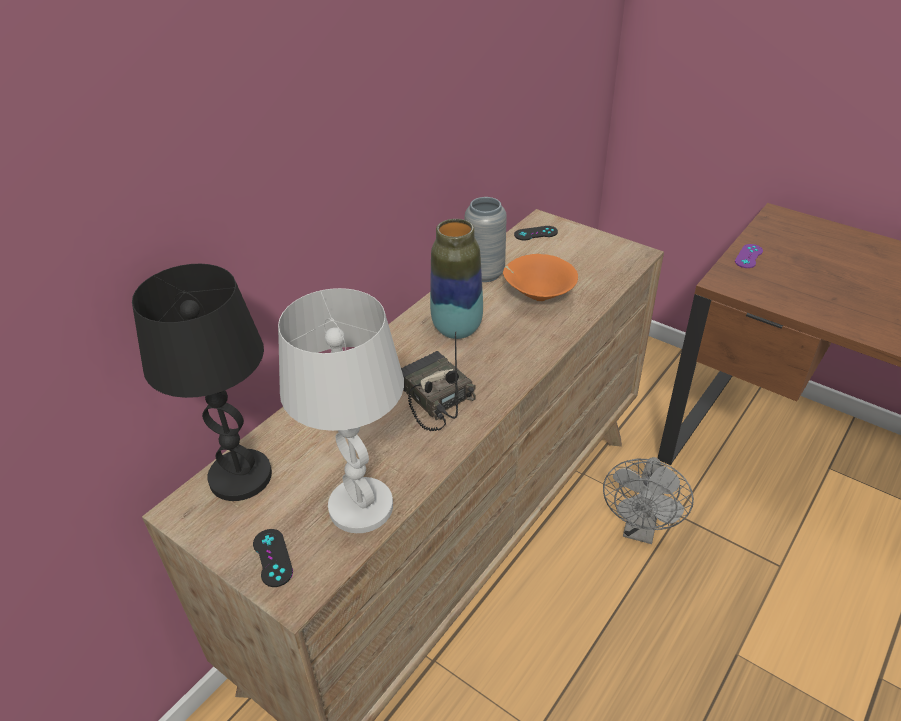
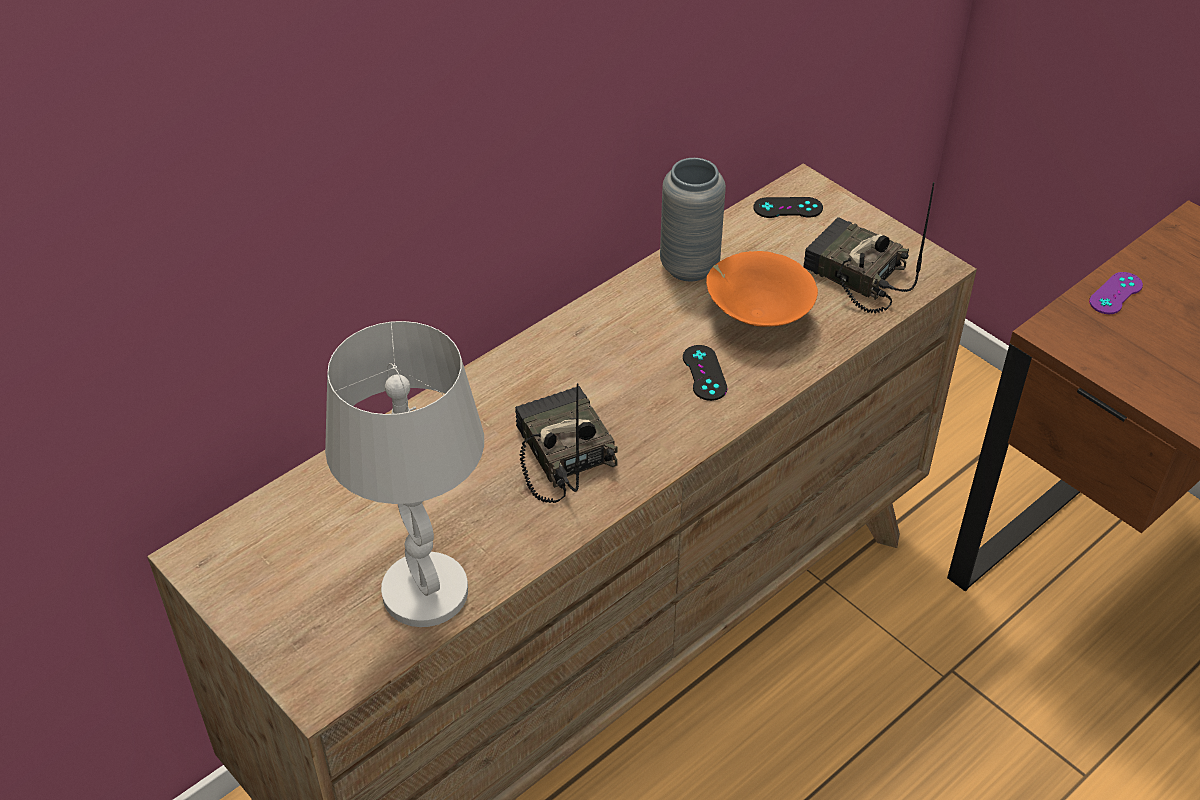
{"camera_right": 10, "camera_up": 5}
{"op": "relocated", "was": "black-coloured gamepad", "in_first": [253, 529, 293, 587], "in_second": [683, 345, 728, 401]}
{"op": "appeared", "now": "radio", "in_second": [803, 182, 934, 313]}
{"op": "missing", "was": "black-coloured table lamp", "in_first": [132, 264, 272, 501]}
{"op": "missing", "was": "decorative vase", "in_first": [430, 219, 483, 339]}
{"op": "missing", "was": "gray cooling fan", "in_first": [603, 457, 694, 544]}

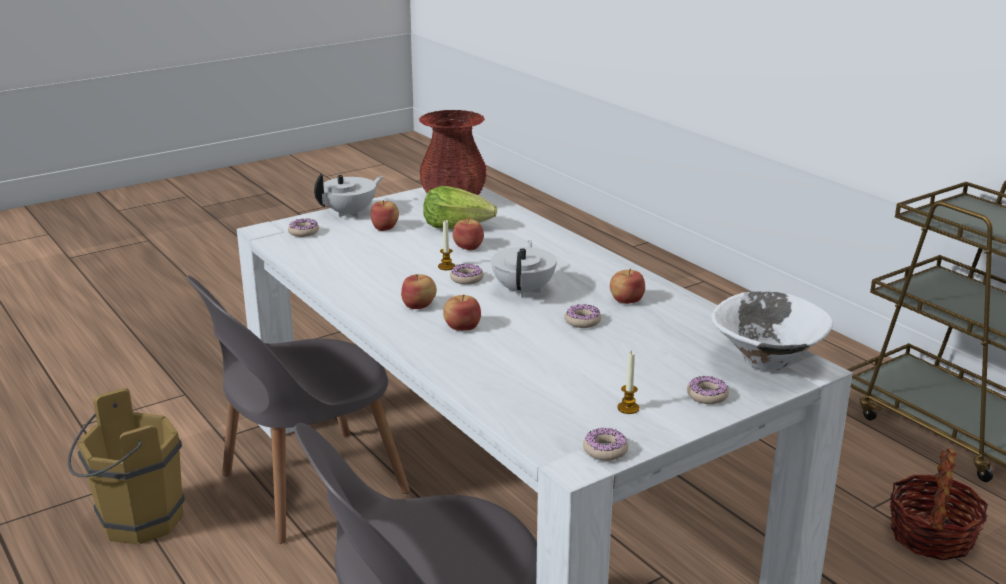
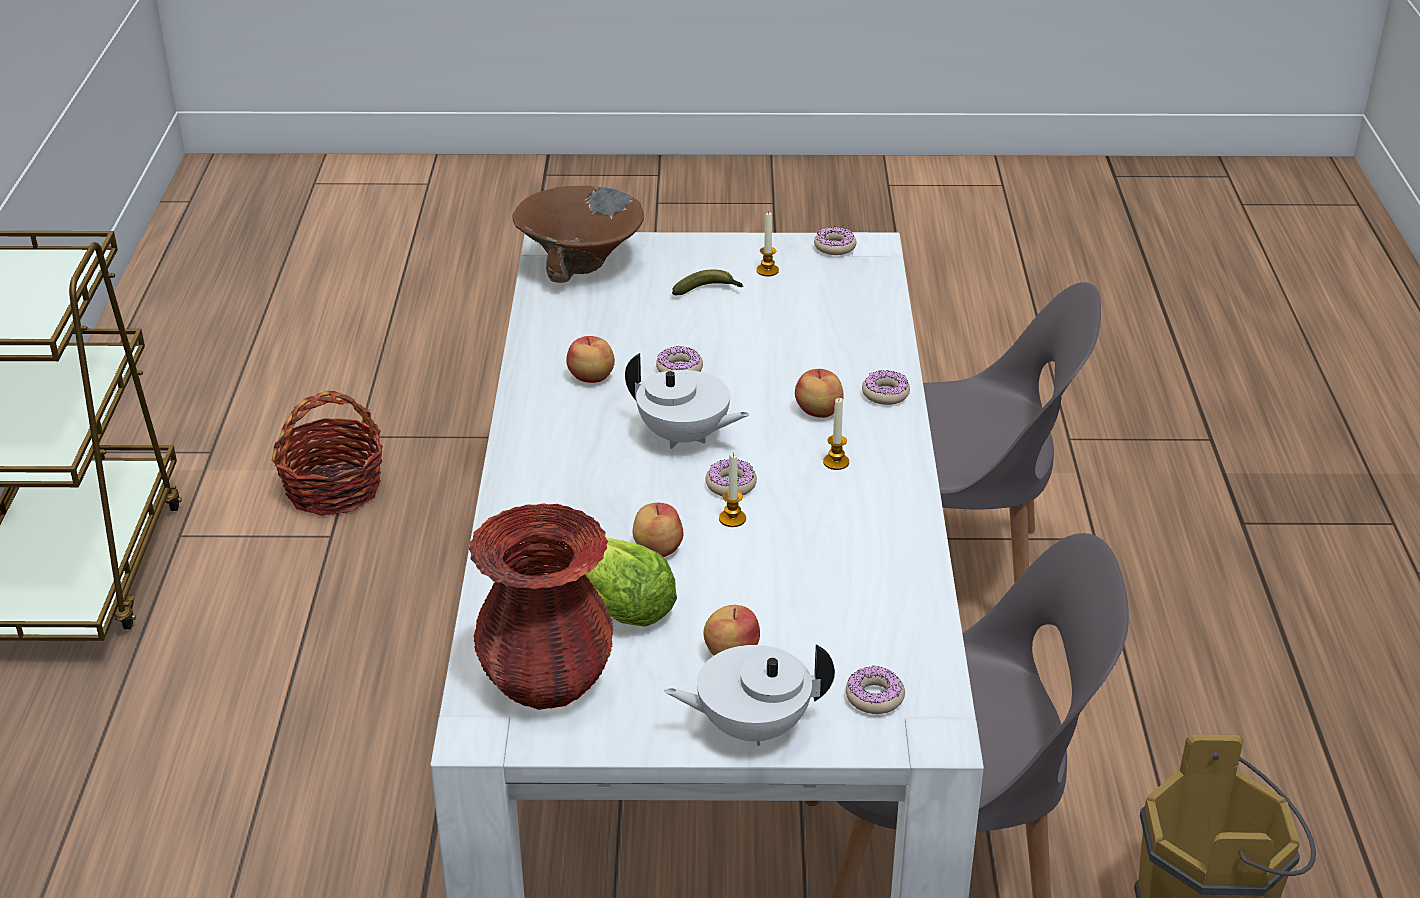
{"camera_right": -145, "camera_up": 10}
{"op": "colour", "was": "whitish serving bowl", "now": "brown-coloured serving bowl", "in_first": [711, 290, 833, 371], "in_second": [513, 186, 644, 283]}
{"op": "spun", "was": "whitish teapot", "in_first": [491, 240, 557, 298], "in_second": [625, 353, 749, 449], "clockwise": -105}
{"op": "appeared", "now": "whole banana", "in_second": [672, 269, 744, 296]}
{"op": "exchanged", "was": "apple", "now": "candle", "in_first": [401, 274, 437, 309], "in_second": [823, 398, 849, 470]}
{"op": "relocated", "was": "ring doughnut", "in_first": [687, 376, 729, 404], "in_second": [862, 370, 910, 405]}

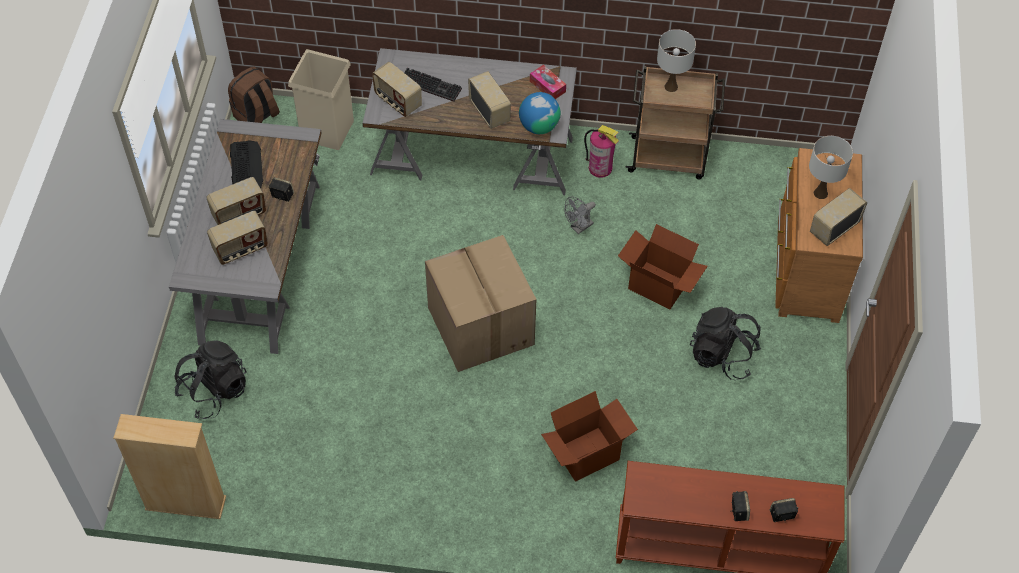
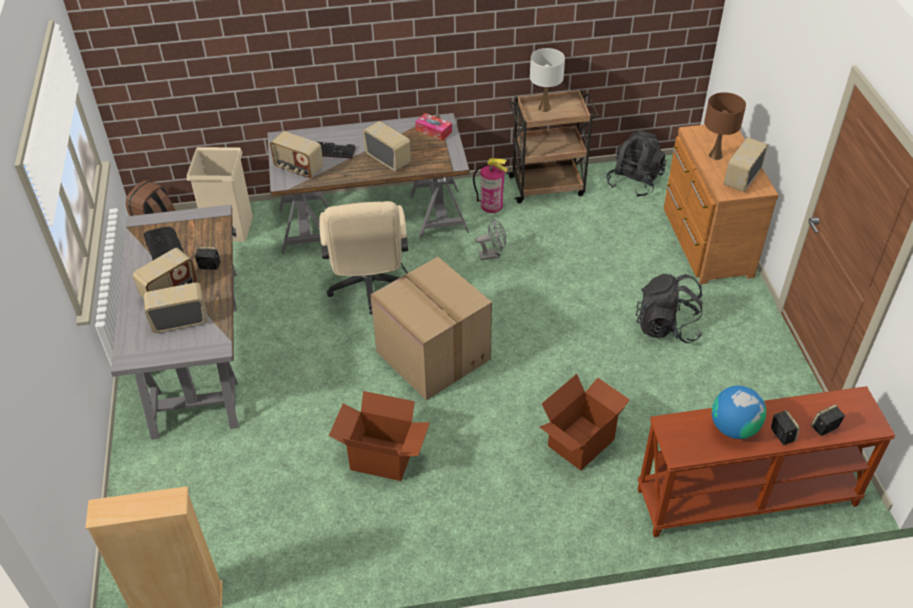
{"camera_right": -15, "camera_up": -10}
{"op": "spun", "was": "radio", "in_first": [207, 211, 268, 265], "in_second": [144, 282, 207, 333], "clockwise": -150}
{"op": "appeared", "now": "sand-coloured computer chair", "in_second": [319, 201, 408, 314]}
{"op": "relocated", "was": "packing box", "in_first": [618, 224, 708, 309], "in_second": [329, 391, 430, 481]}
{"op": "spun", "was": "gray cooling fan", "in_first": [564, 196, 596, 234], "in_second": [475, 218, 506, 260], "clockwise": -135}
{"op": "relocated", "was": "black-coloured backpack", "in_first": [175, 340, 246, 419], "in_second": [606, 129, 666, 197]}
{"op": "colour", "was": "whitish table lamp", "now": "brown-coloured table lamp", "in_first": [809, 136, 853, 199], "in_second": [704, 92, 746, 160]}
{"op": "relocated", "was": "desk globe", "in_first": [519, 92, 561, 134], "in_second": [712, 386, 766, 439]}

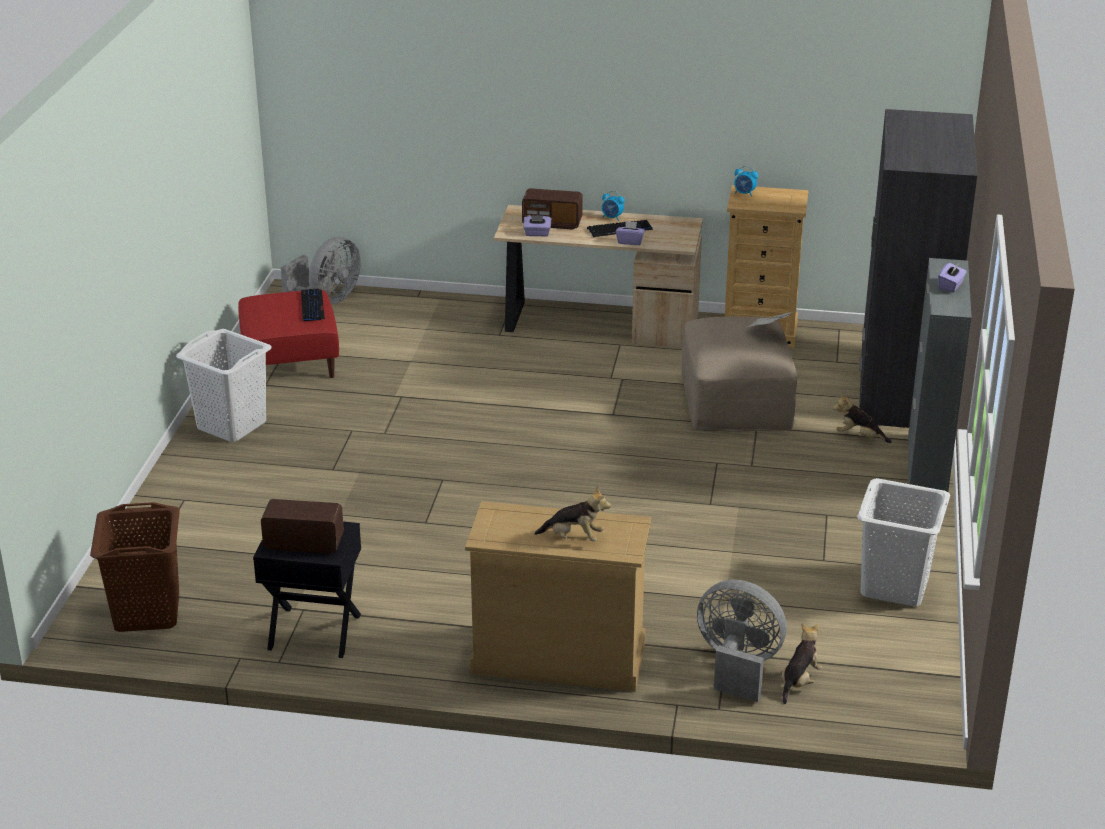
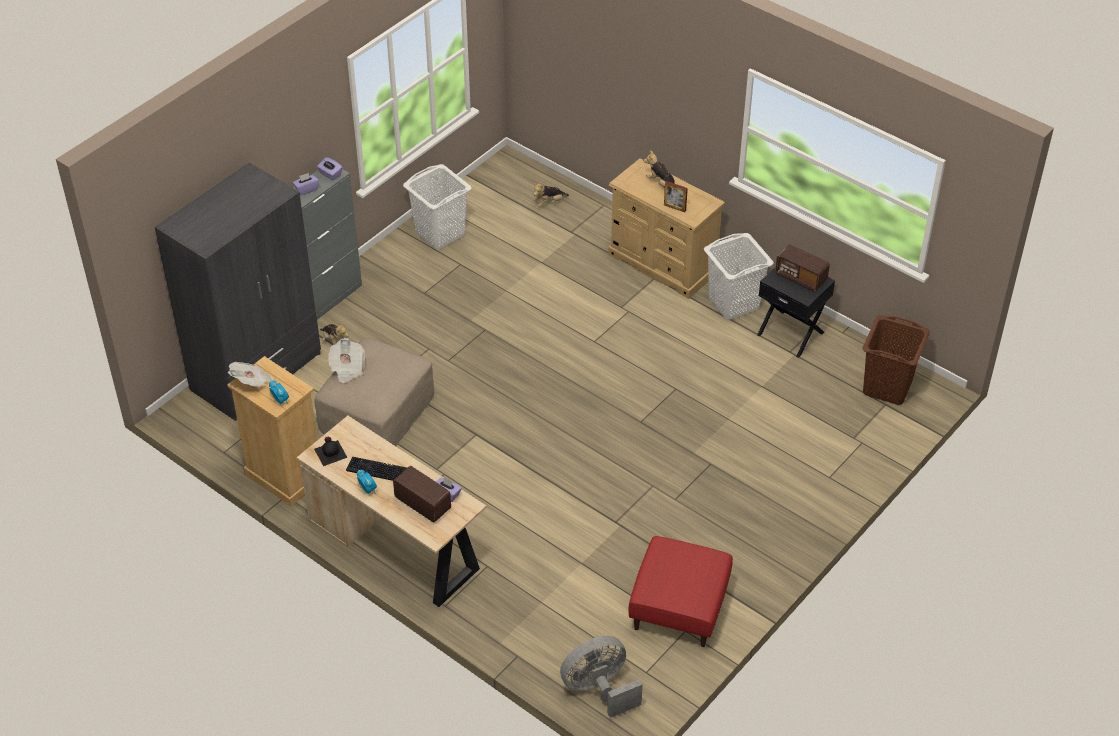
{"camera_right": -150, "camera_up": 15}
{"op": "appeared", "now": "newspaper", "in_second": [228, 362, 274, 387]}
{"op": "appeared", "now": "black-coloured bottle", "in_second": [314, 437, 348, 466]}
{"op": "relocated", "was": "purple box of tissues", "in_first": [616, 221, 645, 245], "in_second": [317, 157, 342, 180]}
{"op": "appeared", "now": "picture frame", "in_second": [664, 181, 688, 212]}
{"op": "relocated", "was": "whitish washing basket", "in_first": [176, 329, 272, 442], "in_second": [704, 233, 774, 319]}
{"op": "missing", "was": "computer keyboard", "in_first": [301, 289, 325, 321]}
{"op": "missing", "was": "gray cooling fan", "in_first": [697, 580, 787, 702]}

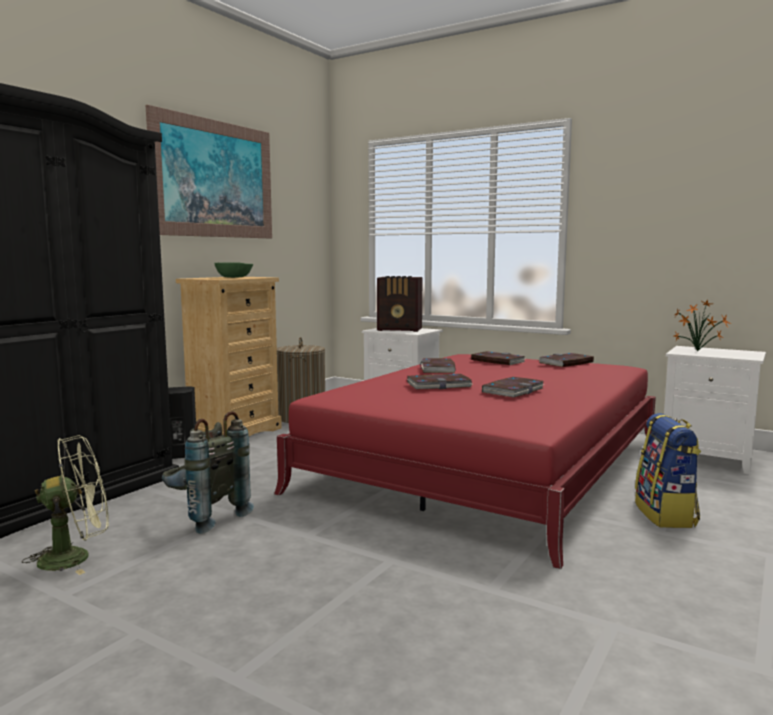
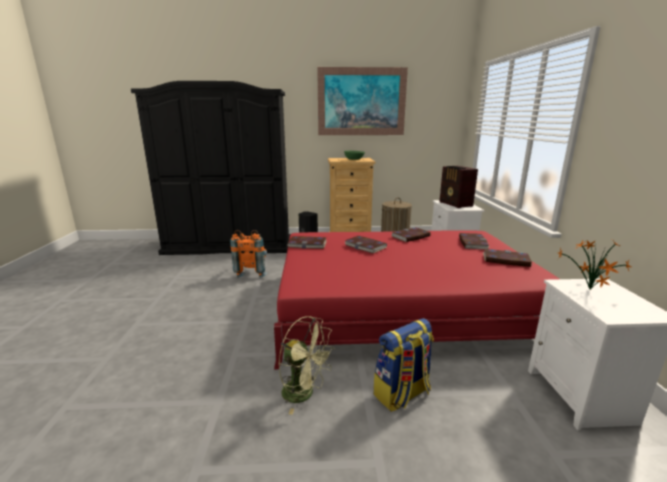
{"camera_right": 55, "camera_up": 10}
{"op": "colour", "was": "gray backpack", "now": "orange backpack", "in_first": [162, 411, 254, 534], "in_second": [230, 230, 267, 278]}
{"op": "relocated", "was": "green cooling fan", "in_first": [22, 435, 109, 575], "in_second": [278, 316, 335, 415]}
{"op": "relocated", "was": "volume", "in_first": [482, 377, 544, 398], "in_second": [288, 236, 327, 249]}

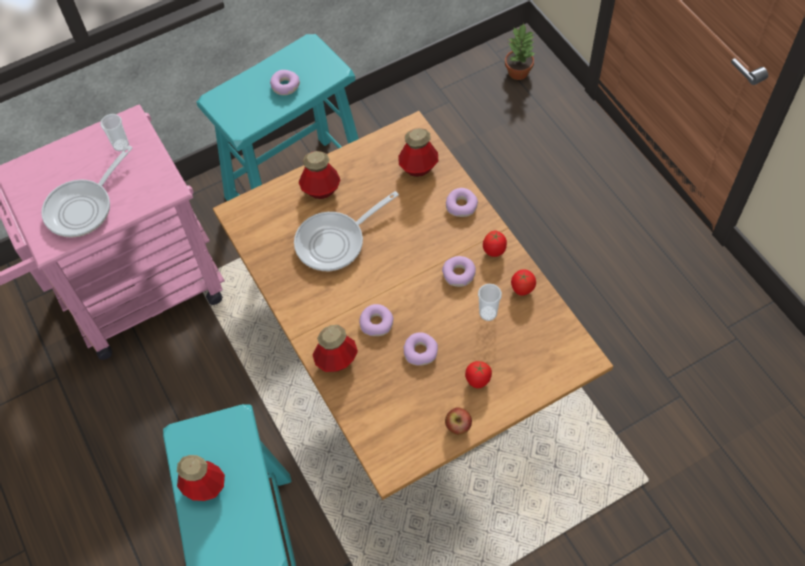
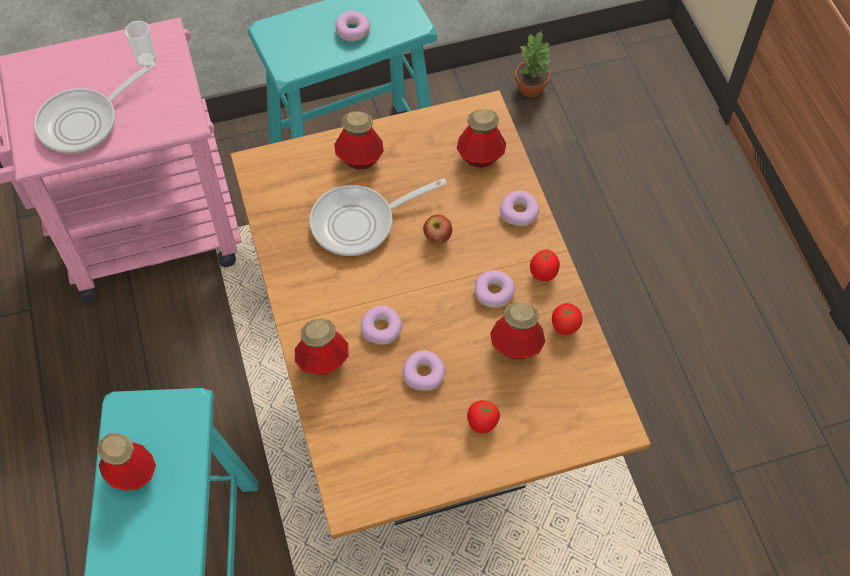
{"camera_right": 10, "camera_up": 0}
{"op": "relocated", "was": "apple", "in_first": [445, 407, 472, 435], "in_second": [423, 214, 452, 244]}
{"op": "exchanged", "was": "small cup", "now": "bottle", "in_first": [478, 284, 502, 321], "in_second": [490, 302, 545, 359]}
{"op": "relocated", "was": "houseplant", "in_first": [505, 23, 536, 80], "in_second": [515, 32, 552, 97]}

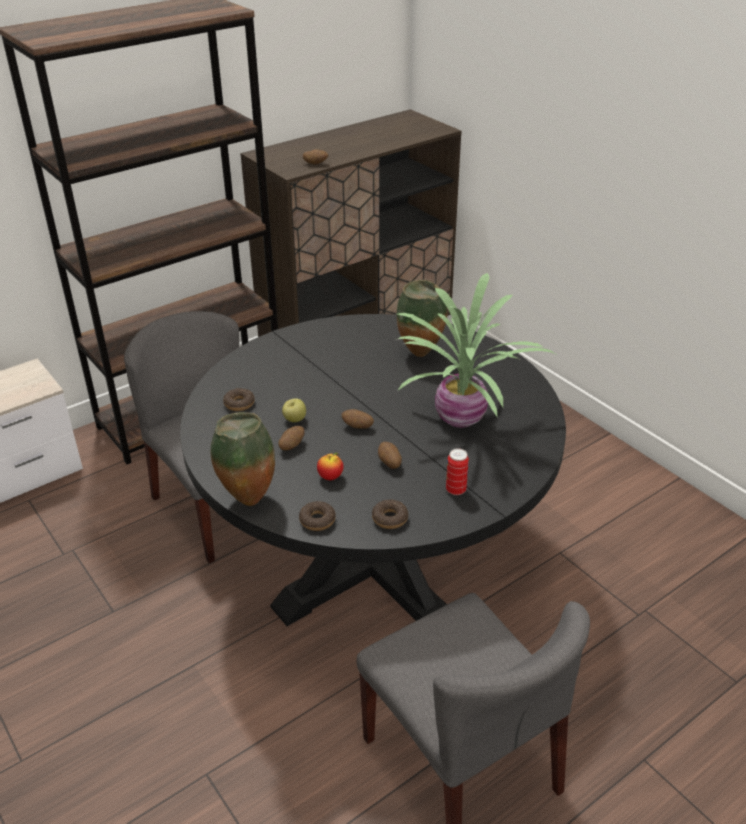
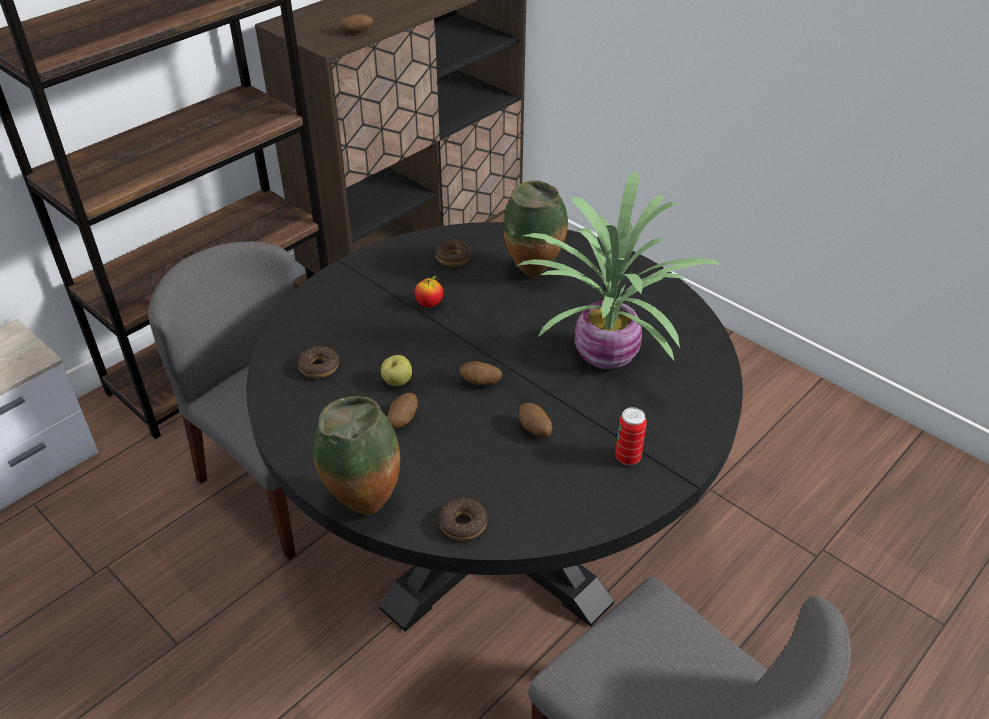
{"camera_right": -10, "camera_up": 5}
{"op": "relocated", "was": "apple", "in_first": [317, 452, 344, 480], "in_second": [414, 276, 444, 308]}
{"op": "relocated", "was": "ring doughnut", "in_first": [372, 500, 408, 529], "in_second": [435, 240, 471, 267]}

